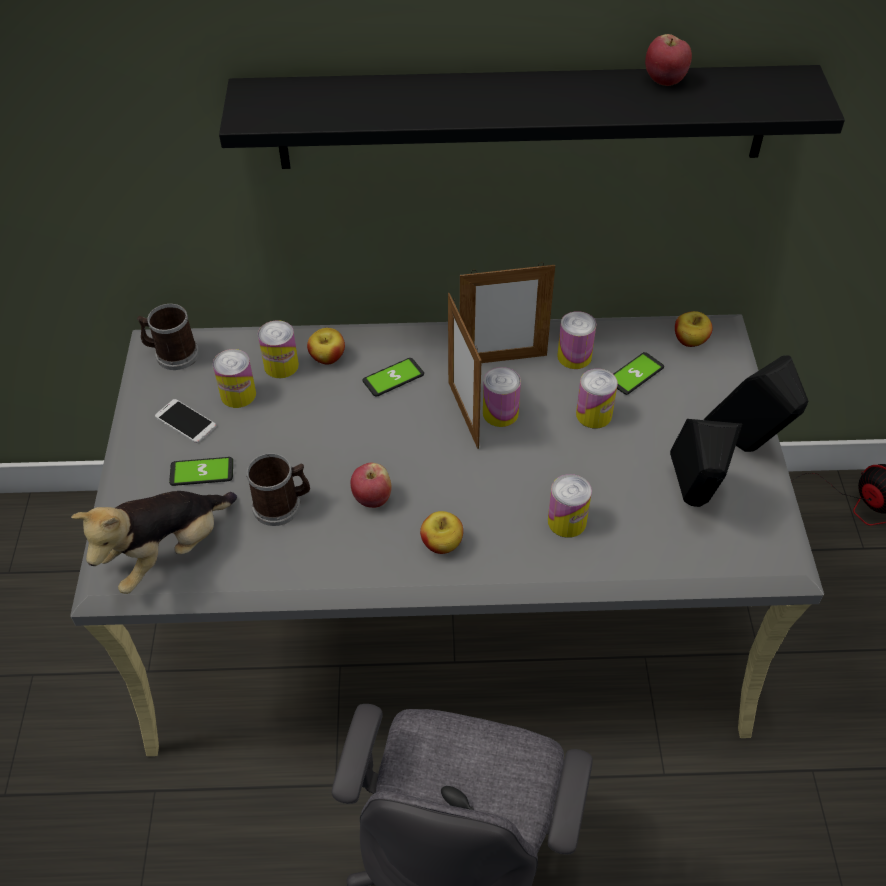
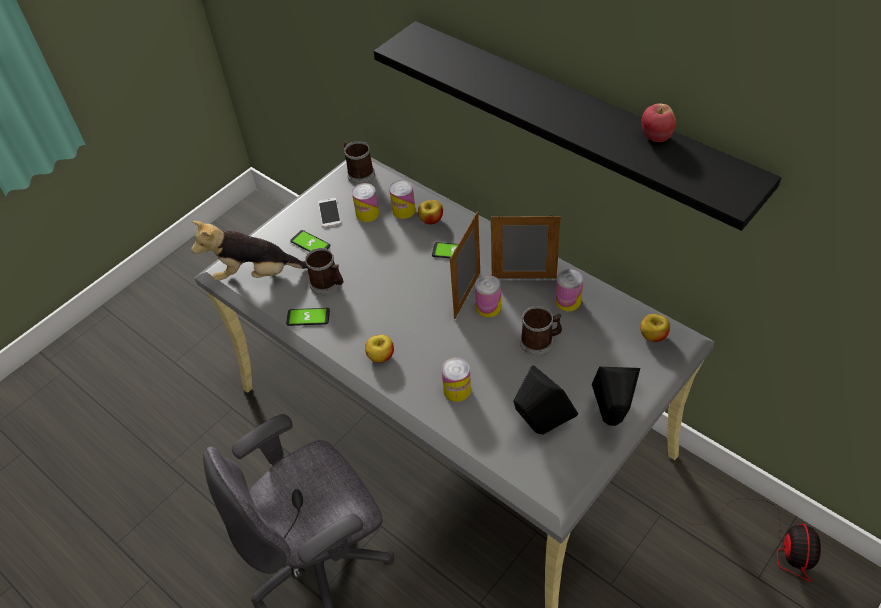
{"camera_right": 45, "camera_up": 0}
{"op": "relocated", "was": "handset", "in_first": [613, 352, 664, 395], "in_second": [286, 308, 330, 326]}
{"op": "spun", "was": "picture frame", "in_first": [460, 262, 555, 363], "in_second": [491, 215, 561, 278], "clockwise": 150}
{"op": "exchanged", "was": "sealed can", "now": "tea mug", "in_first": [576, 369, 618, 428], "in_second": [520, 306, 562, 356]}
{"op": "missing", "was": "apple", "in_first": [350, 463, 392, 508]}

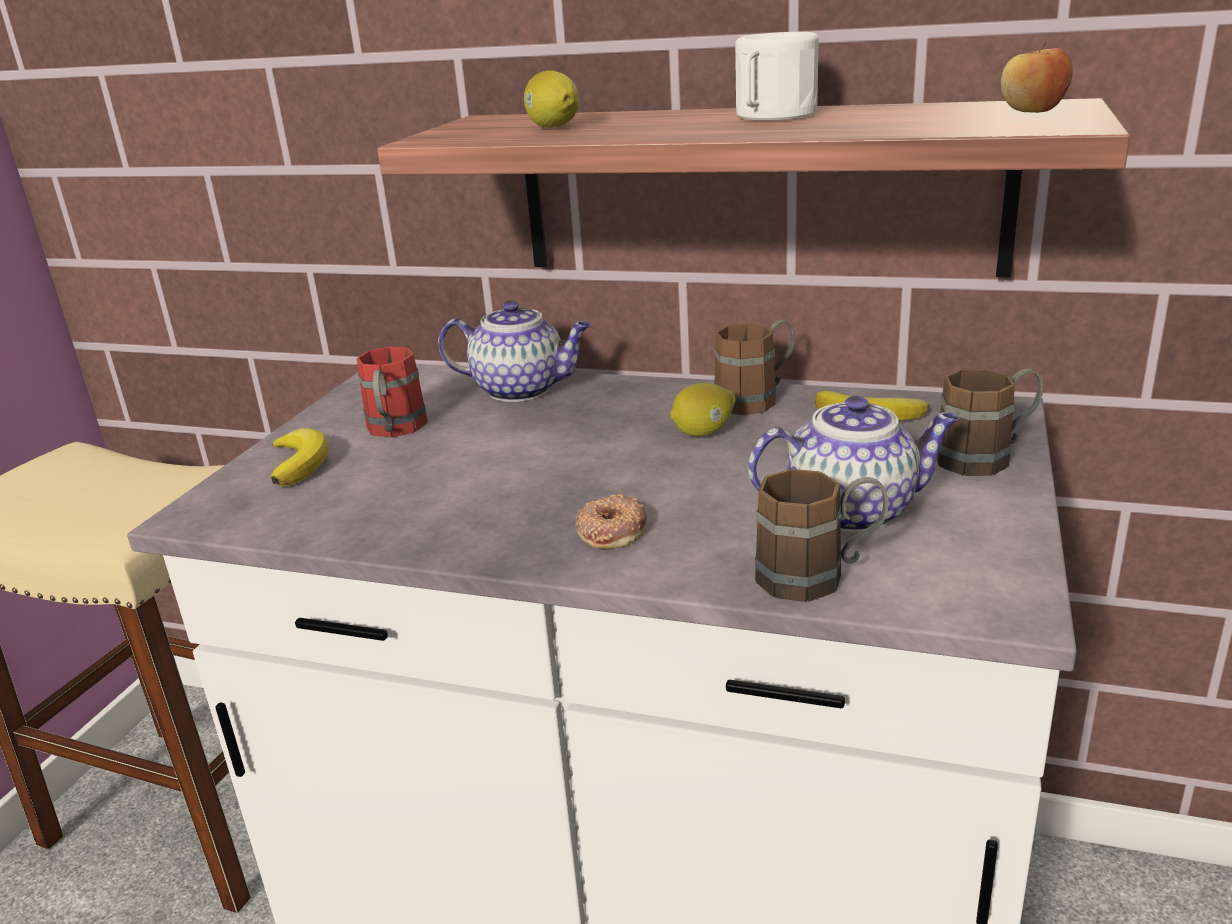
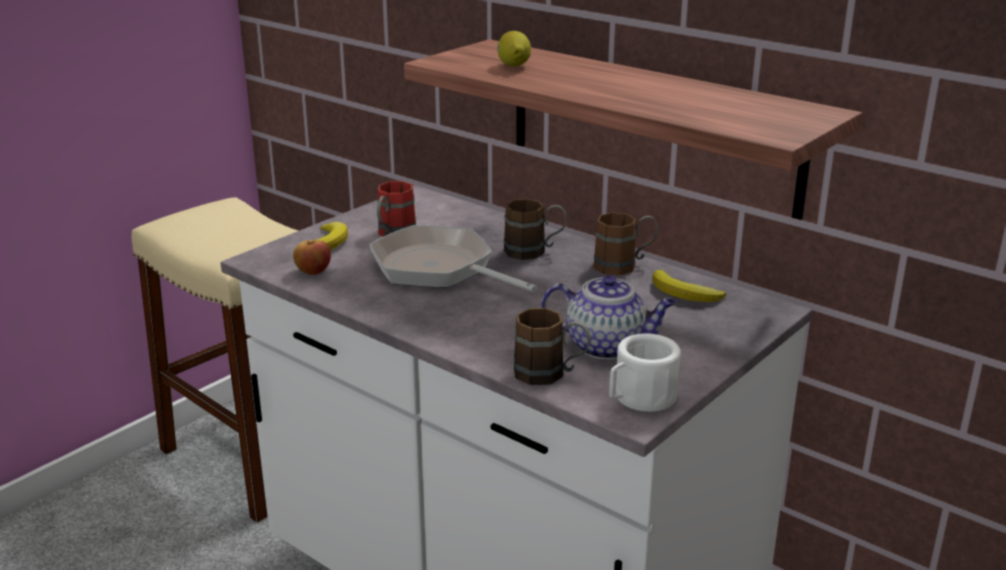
{"camera_right": 20, "camera_up": 0}
{"op": "relocated", "was": "apple", "in_first": [1001, 42, 1073, 113], "in_second": [293, 240, 331, 275]}
{"op": "appeared", "now": "skillet", "in_second": [369, 225, 537, 291]}
{"op": "relocated", "was": "brown-coloured tea mug", "in_first": [937, 368, 1043, 476], "in_second": [504, 199, 567, 260]}
{"op": "relocated", "was": "whitish tea mug", "in_first": [735, 32, 819, 121], "in_second": [609, 333, 681, 412]}
{"op": "missing", "was": "teapot", "in_first": [438, 300, 591, 402]}
{"op": "missing", "was": "ring doughnut", "in_first": [575, 494, 647, 549]}
{"op": "missing", "was": "whole lemon", "in_first": [670, 383, 736, 436]}

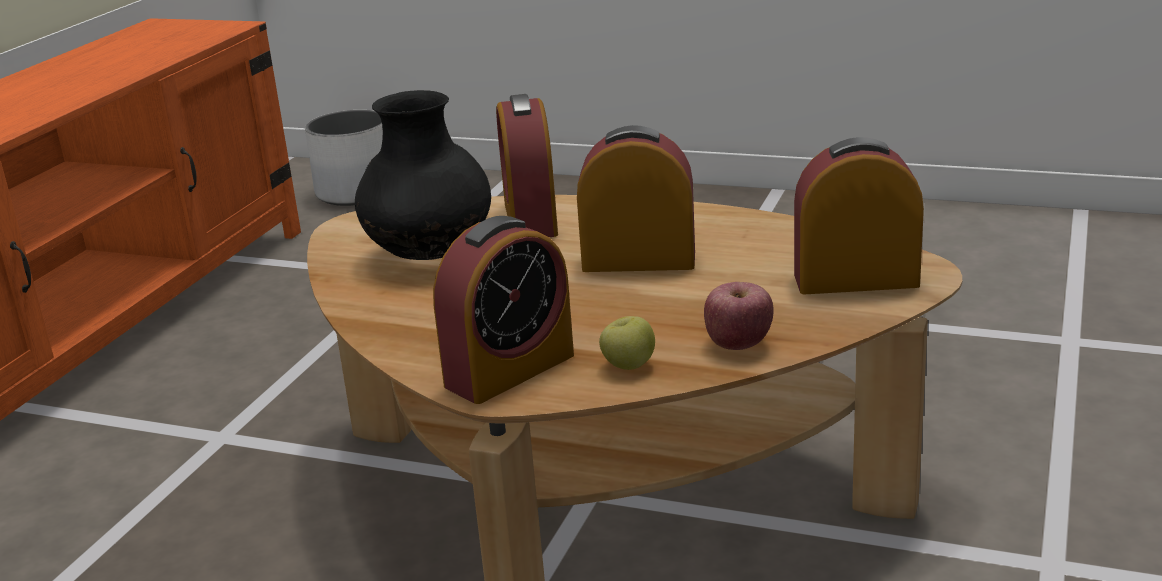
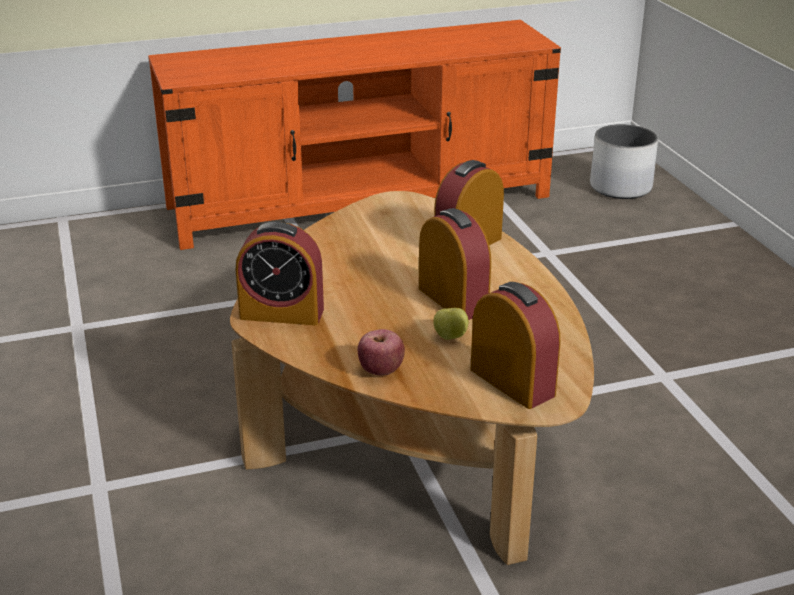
{"camera_right": 50, "camera_up": 5}
{"op": "relocated", "was": "apple", "in_first": [599, 316, 655, 370], "in_second": [433, 308, 469, 340]}
{"op": "missing", "was": "black-coloured decorative vase", "in_first": [355, 90, 491, 260]}

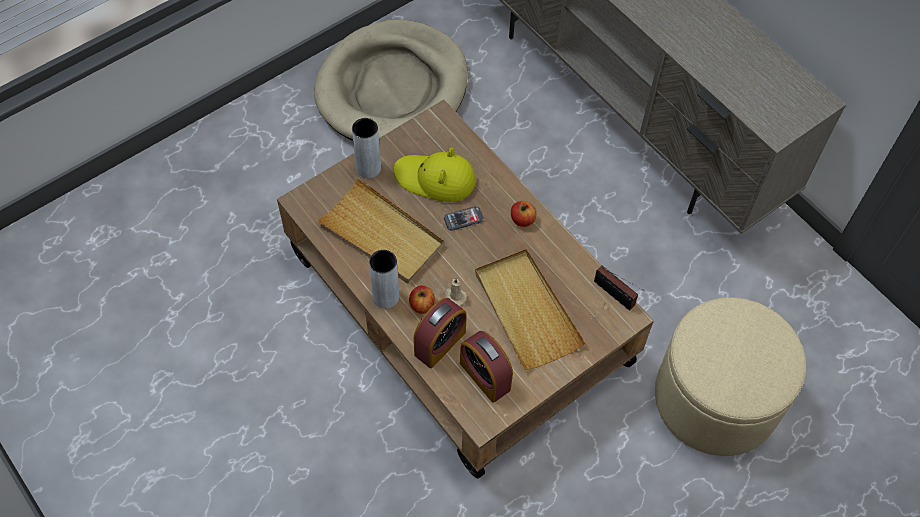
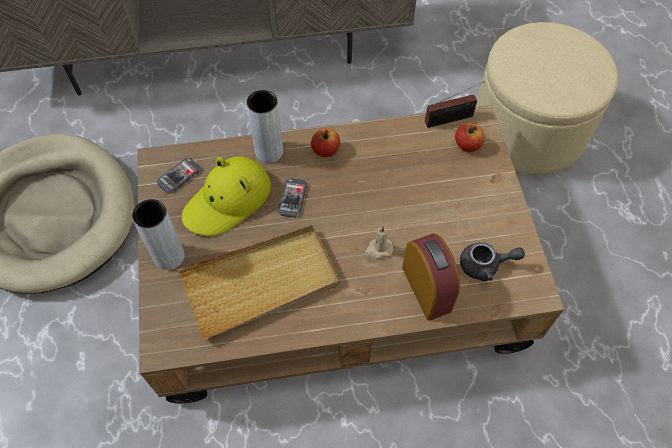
{"camera_right": -60, "camera_up": 0}
{"op": "appeared", "now": "handset", "in_second": [157, 158, 201, 193]}
{"op": "relocated", "was": "gray decorative vase", "in_first": [369, 250, 399, 309], "in_second": [246, 90, 283, 163]}
{"op": "relocated", "was": "apple", "in_first": [409, 285, 435, 314], "in_second": [455, 123, 485, 152]}
{"op": "exchanged", "was": "table clock", "now": "gray teapot", "in_first": [460, 331, 513, 403], "in_second": [460, 242, 525, 281]}
{"op": "missing", "was": "sand-coloured carrying tray", "in_first": [475, 249, 586, 370]}

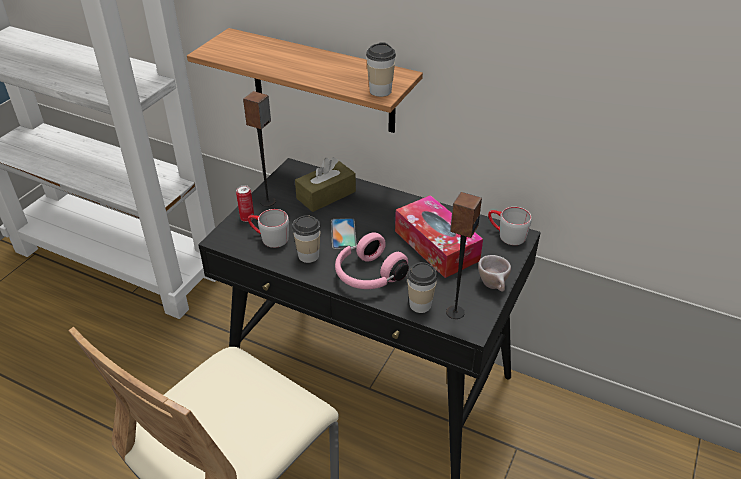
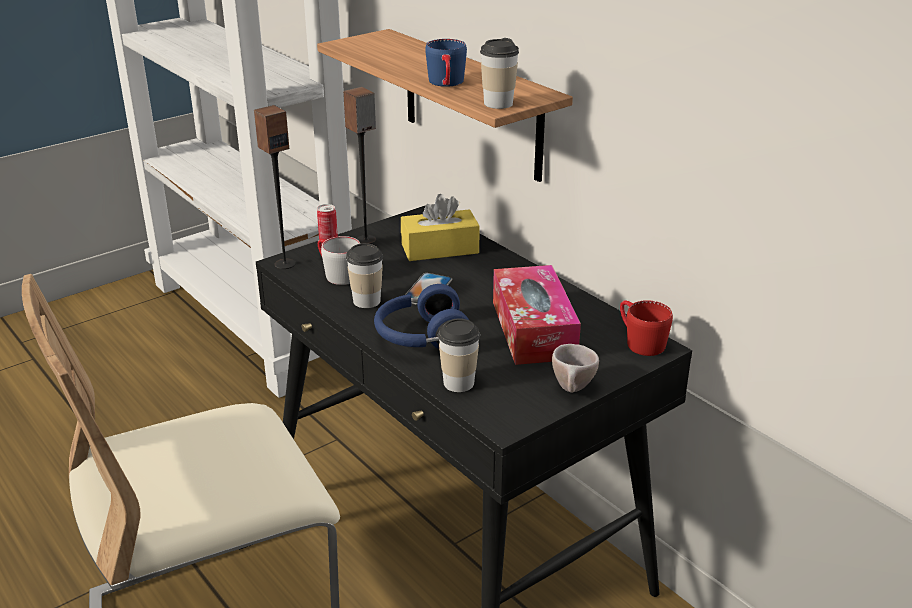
{"camera_right": 25, "camera_up": -10}
{"op": "relocated", "was": "loudspeaker", "in_first": [446, 192, 482, 319], "in_second": [254, 105, 296, 269]}
{"op": "colour", "was": "pink pair of headphones", "now": "blue-coloured pair of headphones", "in_first": [335, 232, 409, 289], "in_second": [374, 284, 469, 349]}
{"op": "colour", "was": "brown-coloured box of tissues", "now": "yellow-coloured box of tissues", "in_first": [295, 157, 356, 212], "in_second": [401, 194, 480, 261]}
{"op": "appeared", "now": "blue-coloured tea mug", "in_second": [425, 39, 467, 87]}
{"op": "colour", "was": "gray tea mug", "now": "reddish tea mug", "in_first": [488, 207, 532, 245], "in_second": [620, 300, 673, 356]}

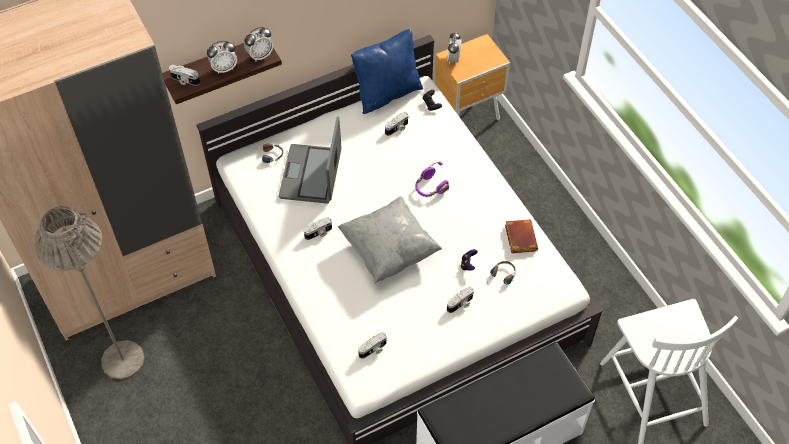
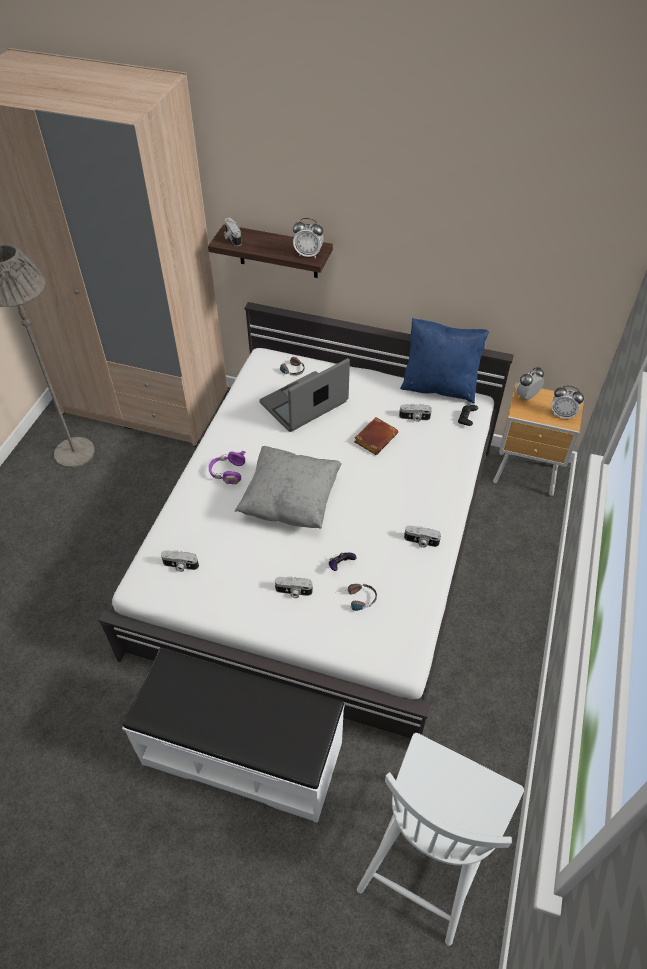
{"camera_right": 45, "camera_up": -5}
{"op": "relocated", "was": "purple pair of headphones", "in_first": [415, 162, 449, 197], "in_second": [209, 451, 246, 484]}
{"op": "relocated", "was": "brown-coloured volume", "in_first": [505, 219, 538, 253], "in_second": [354, 417, 398, 455]}
{"op": "relocated", "was": "photo camera", "in_first": [304, 217, 332, 240], "in_second": [404, 526, 441, 548]}
{"op": "relocated", "was": "table clock", "in_first": [207, 40, 237, 74], "in_second": [551, 386, 584, 420]}

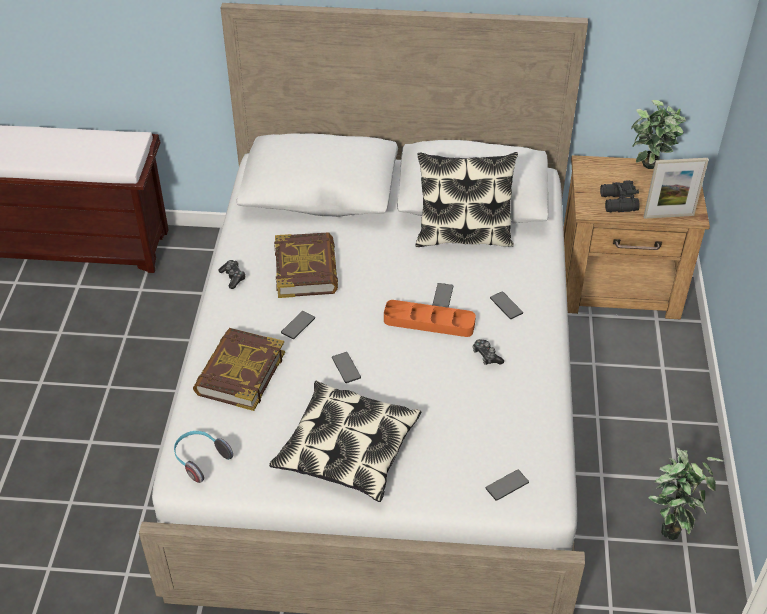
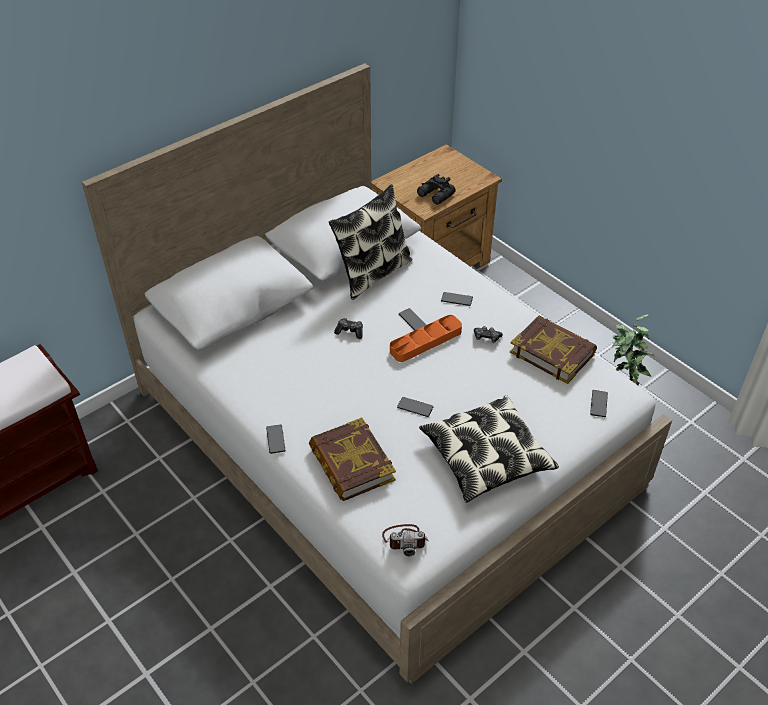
{"camera_right": -45, "camera_up": 0}
{"op": "relocated", "was": "handset", "in_first": [281, 311, 315, 339], "in_second": [266, 425, 285, 454]}
{"op": "relocated", "was": "gamepad", "in_first": [218, 260, 246, 289], "in_second": [334, 318, 363, 339]}
{"op": "exchanged", "was": "pair of headphones", "now": "photo camera", "in_first": [174, 431, 233, 483], "in_second": [382, 524, 429, 556]}
{"op": "relocated", "was": "volume", "in_first": [274, 232, 338, 298], "in_second": [510, 316, 597, 384]}
{"op": "missing", "was": "houseplant", "in_first": [631, 100, 686, 169]}
{"op": "missing", "was": "picture frame", "in_first": [643, 158, 709, 219]}

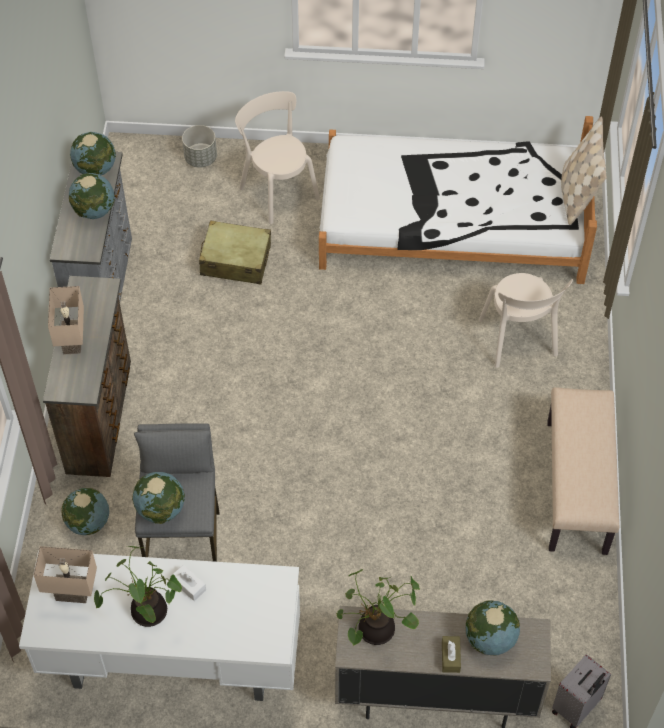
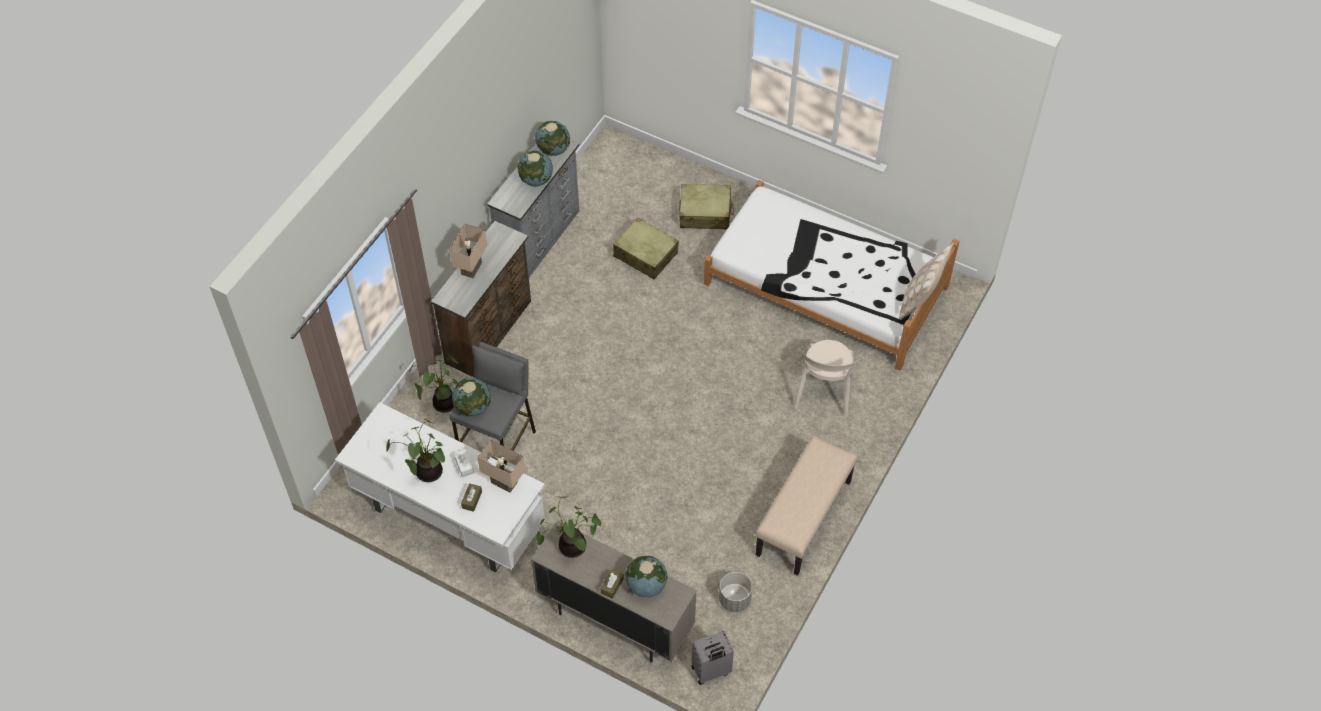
{"camera_right": 25, "camera_up": 0}
{"op": "exchanged", "was": "desk globe", "now": "houseplant", "in_first": [61, 488, 109, 535], "in_second": [409, 354, 458, 413]}
{"op": "appeared", "now": "brown-coloured box of tissues", "in_second": [461, 483, 482, 512]}
{"op": "relocated", "was": "sand-coloured table lamp", "in_first": [34, 546, 97, 603], "in_second": [477, 439, 525, 493]}
{"op": "exchanged", "was": "sand-coloured chair", "now": "sand-coloured piece of luggage", "in_first": [235, 91, 320, 224], "in_second": [679, 184, 734, 229]}
{"op": "relocated", "was": "gray plant pot", "in_first": [182, 125, 217, 168], "in_second": [719, 572, 752, 612]}

